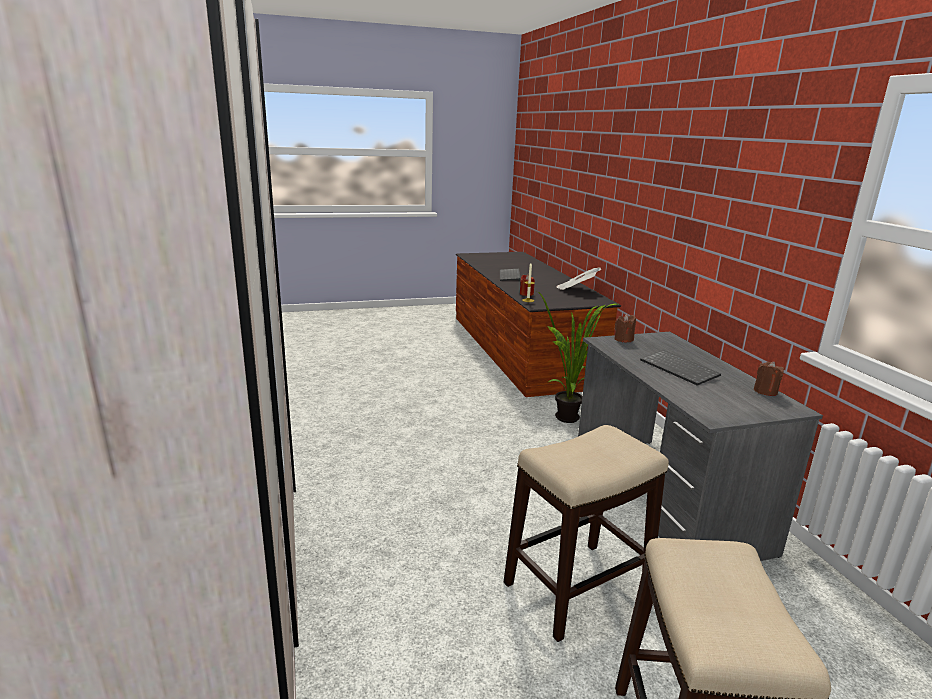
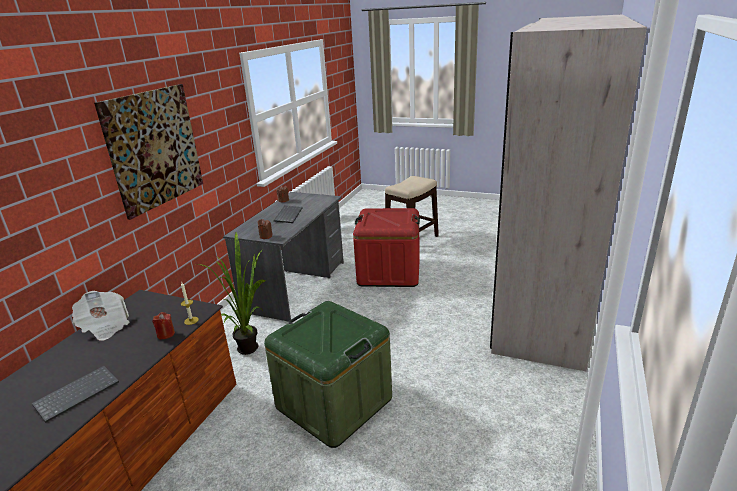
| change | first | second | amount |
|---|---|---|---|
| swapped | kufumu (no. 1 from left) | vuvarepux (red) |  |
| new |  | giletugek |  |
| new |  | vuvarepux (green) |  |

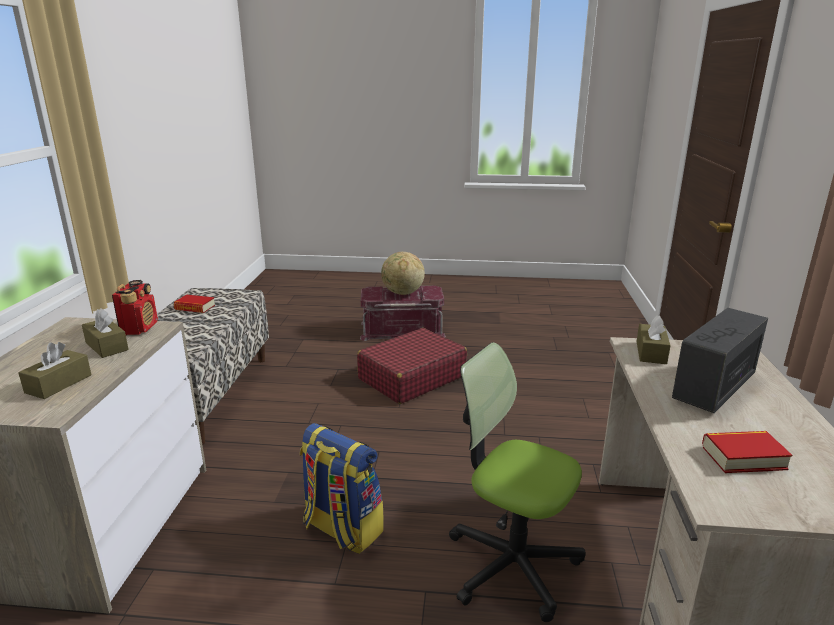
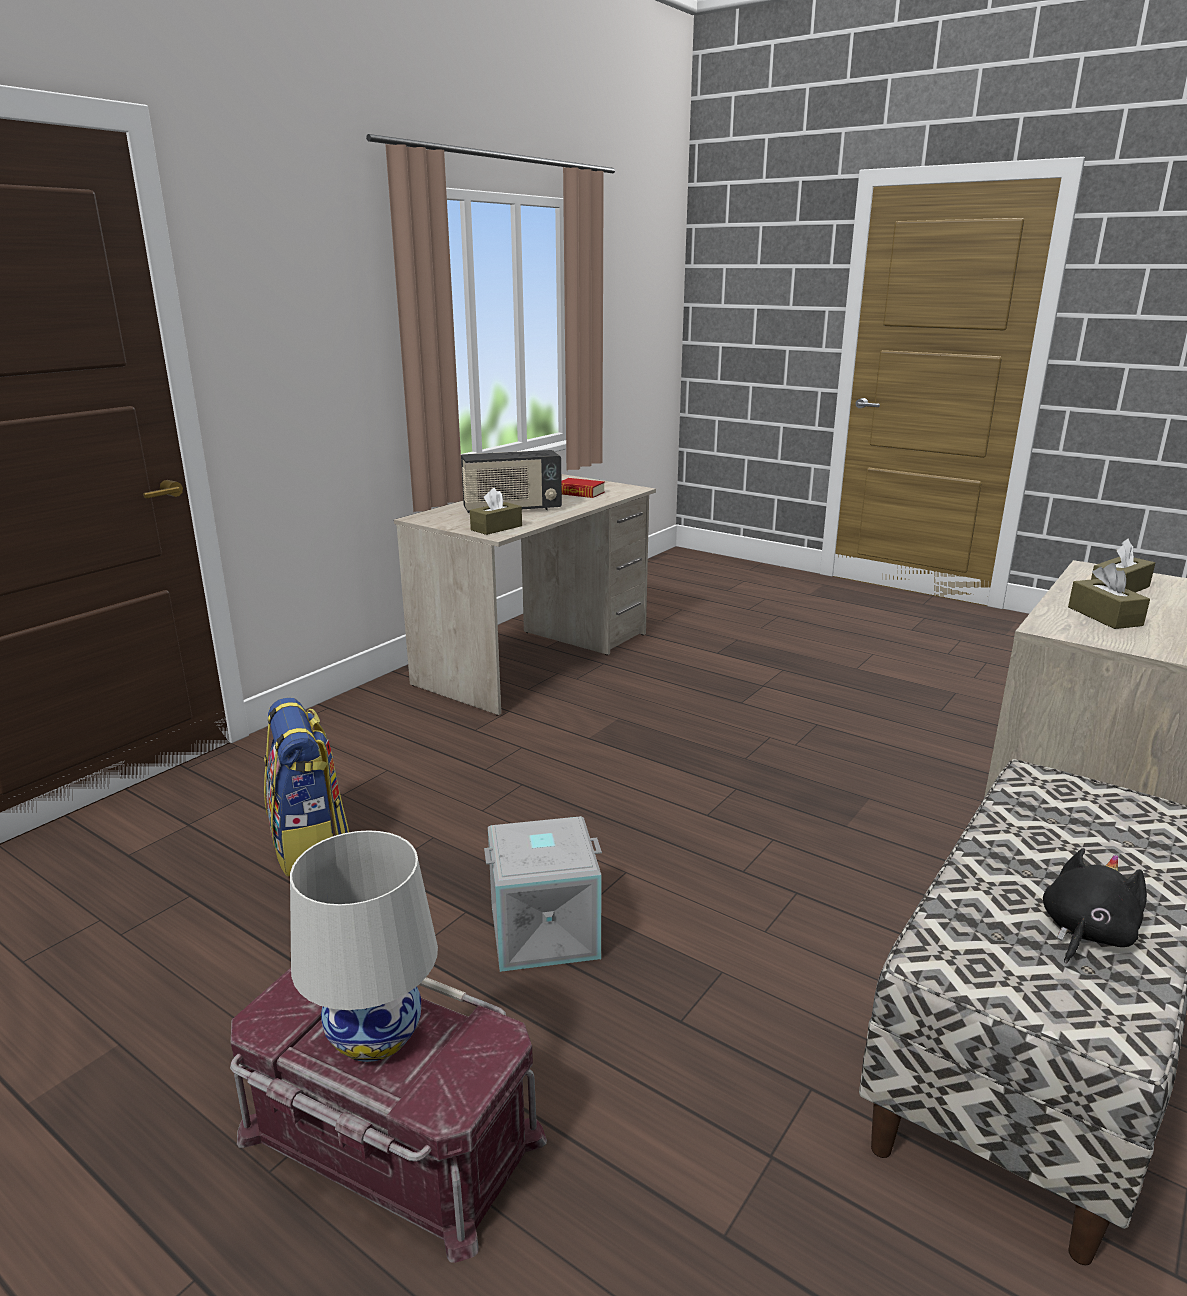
| change | first | second | amount |
|---|---|---|---|
| gone | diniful (no. 1 from left) |  |  |
| swapped | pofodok (no. 1 from left) | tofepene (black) |  |
| shifted | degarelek |  |  |
| swapped | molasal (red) | vuvarepux (grey) |  |
| swapped | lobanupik | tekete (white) |  |
| gone | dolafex |  |  |

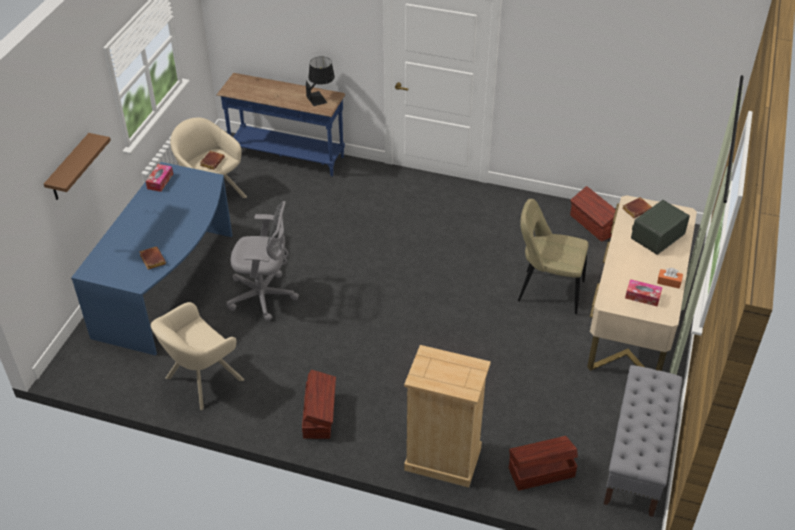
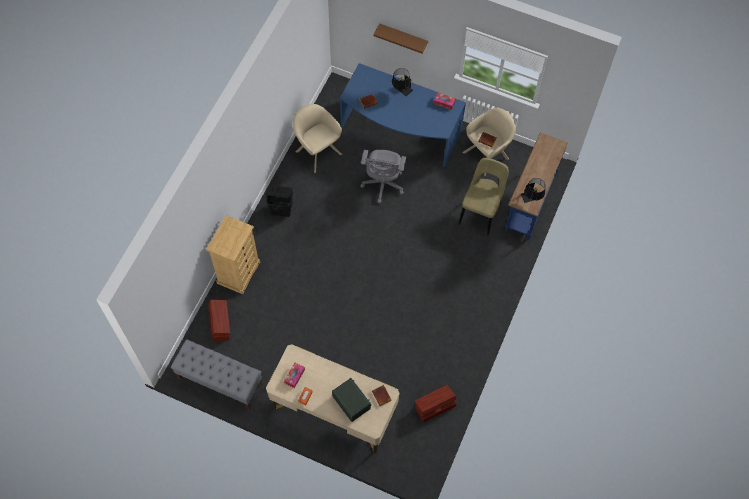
| change | first | second | amount |
|---|---|---|---|
| swapped | vuvarepux (brown) (no. 1 from left) | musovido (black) |  |
| shifted | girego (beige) |  |  |
| new |  | tekete (black) (no. 1 from left) |  |

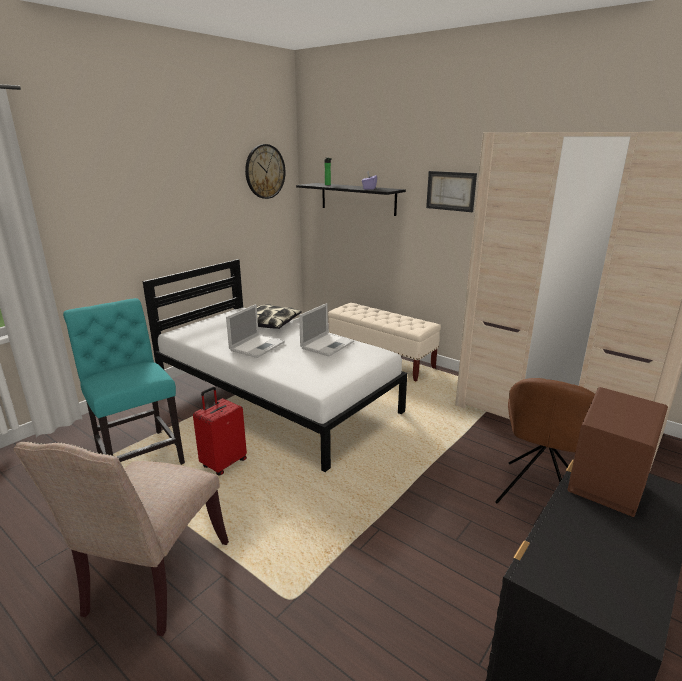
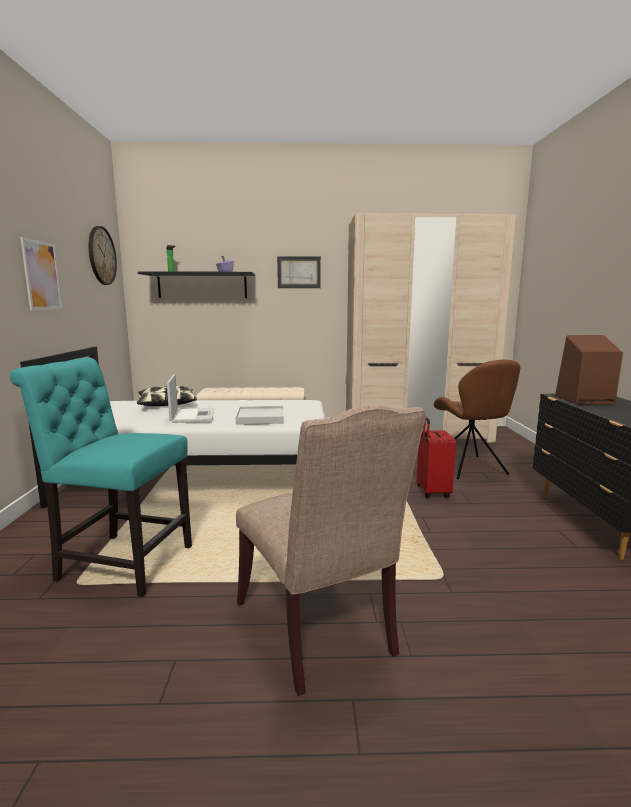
| change | first | second | amount |
|---|---|---|---|
| shifted | molasal (red) |  |  |
| gone | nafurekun (no. 2 from left) |  |  |
| new |  | giletugek (no. 1 from left) |  |
| new |  | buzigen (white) |  |

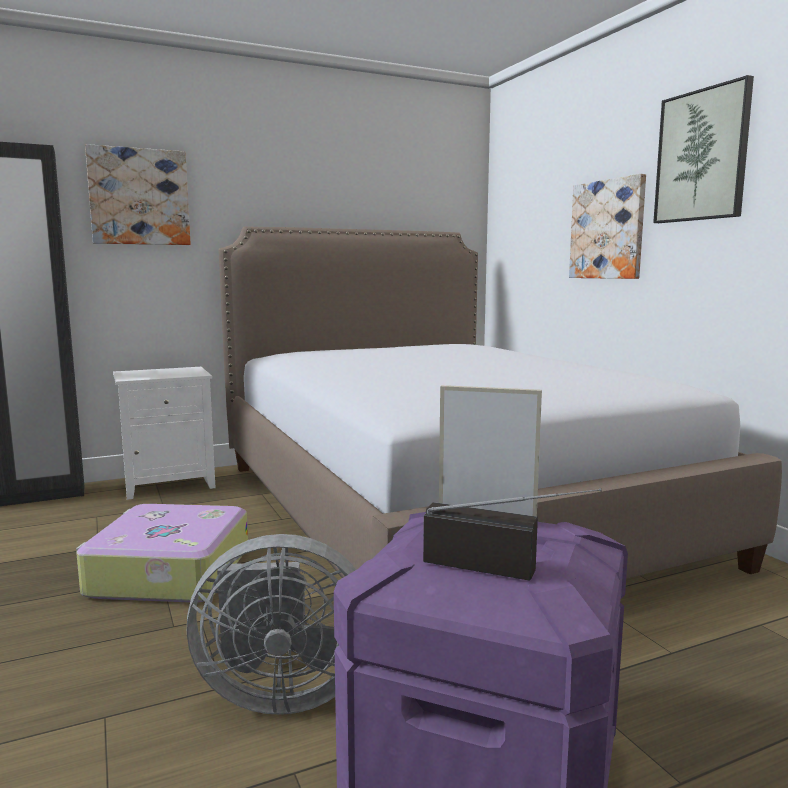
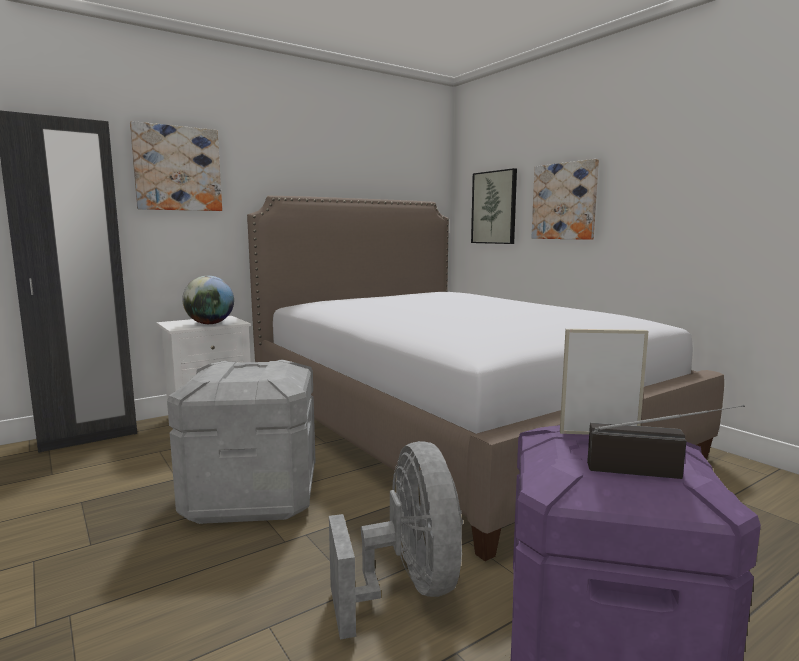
| change | first | second | amount |
|---|---|---|---|
| swapped | molasal | vuvarepux (grey) |  |
| rotated | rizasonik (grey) |  | 90 degrees counterclockwise |
| shifted | giletugek (no. 3 from left in the first image) | giletugek (no. 2 from left) |  |
| new |  | lobanupik |  |

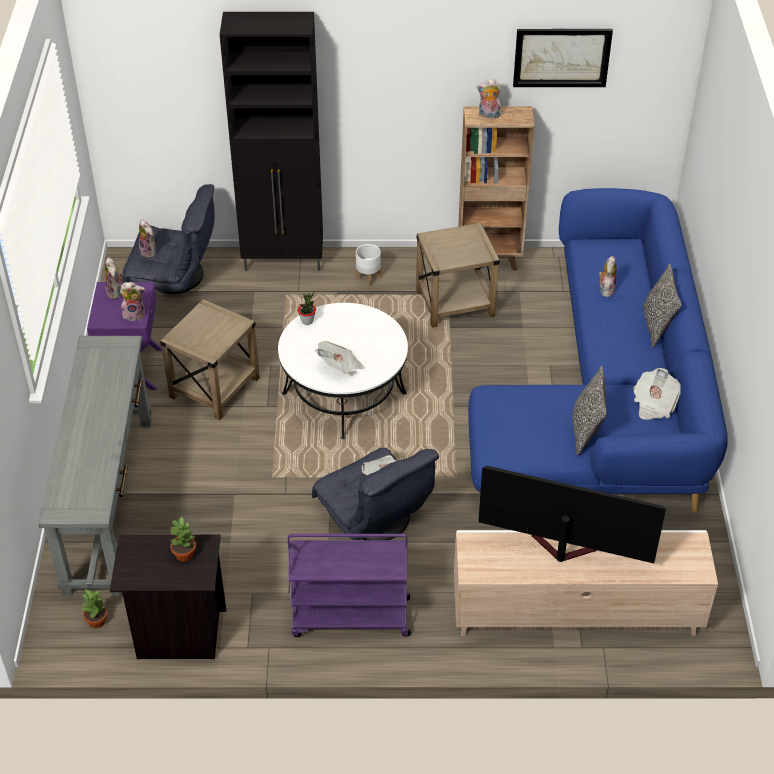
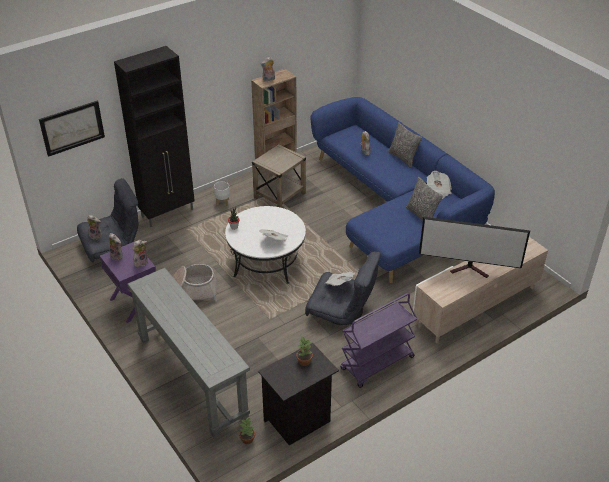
| change | first | second | amount |
|---|---|---|---|
| swapped | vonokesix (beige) (no. 1 from left) | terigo |  |
| rotated | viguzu |  | 150 degrees counterclockwise |
| shifted | giletugek |  |  |

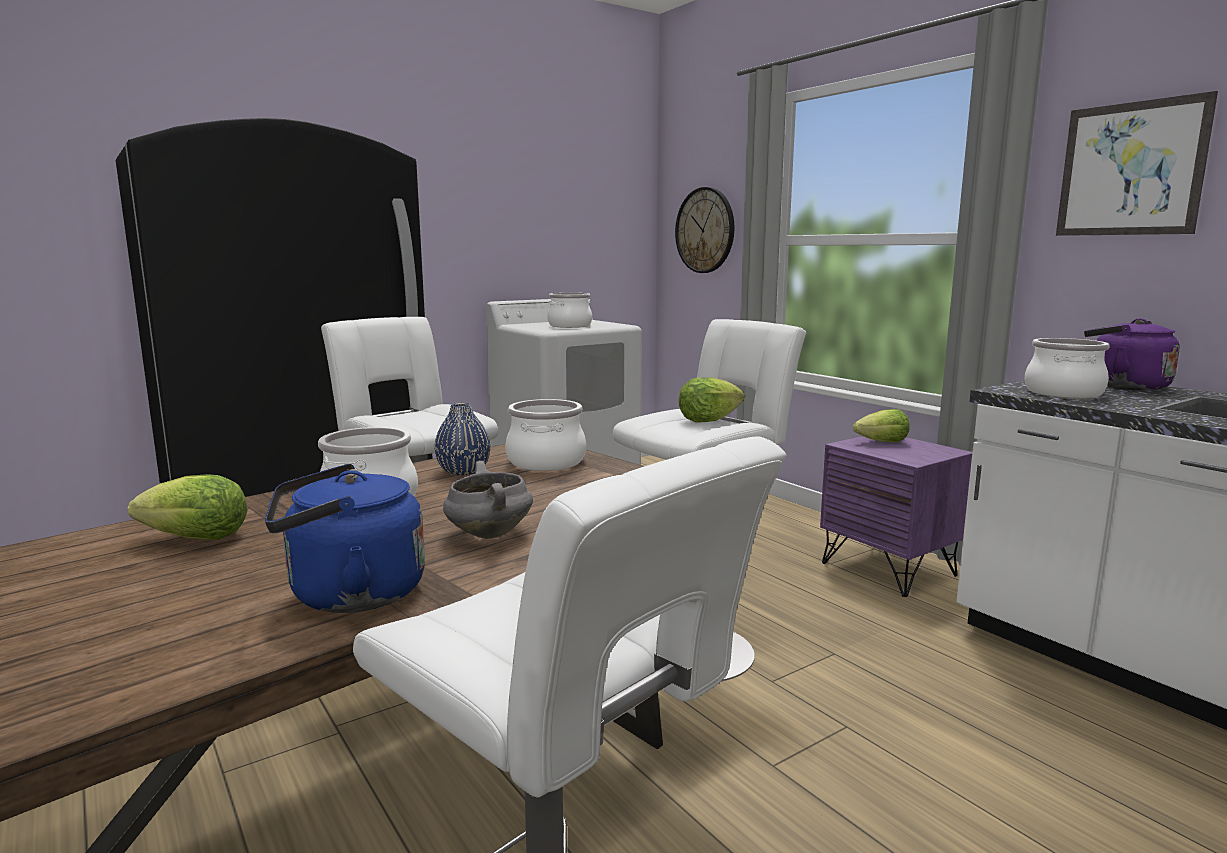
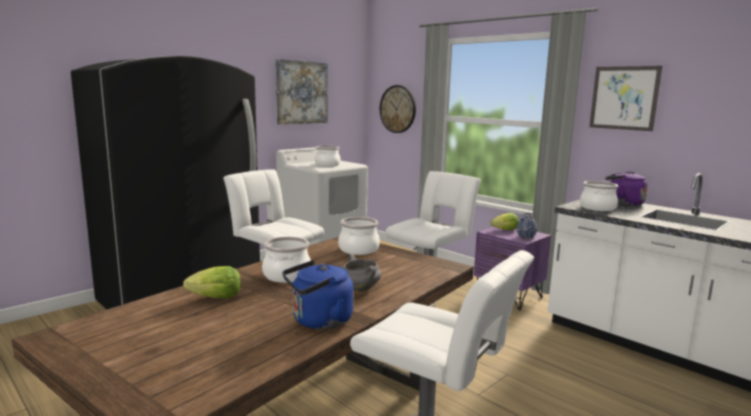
| change | first | second | amount |
|---|---|---|---|
| shifted | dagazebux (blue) |  |  |
| gone | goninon (no. 2 from left) |  |  |
| new |  | giletugek (no. 1 from left) |  |

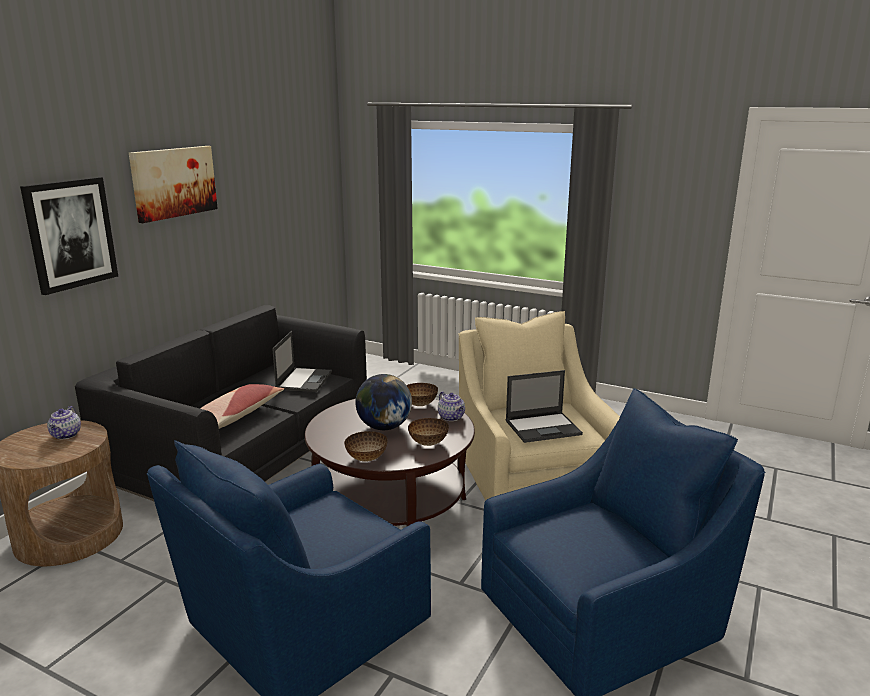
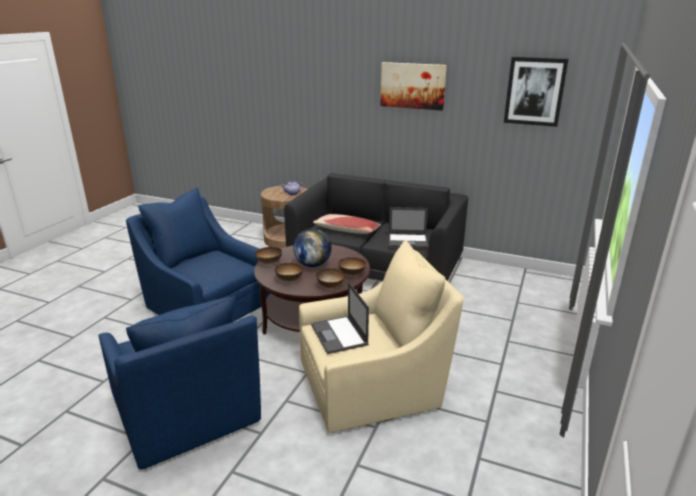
| change | first | second | amount |
|---|---|---|---|
| shifted | giletugek (no. 1 from left in the first image) | giletugek (no. 2 from left) |  |
| swapped | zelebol (no. 2 from left) | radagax (no. 3 from left) |  |

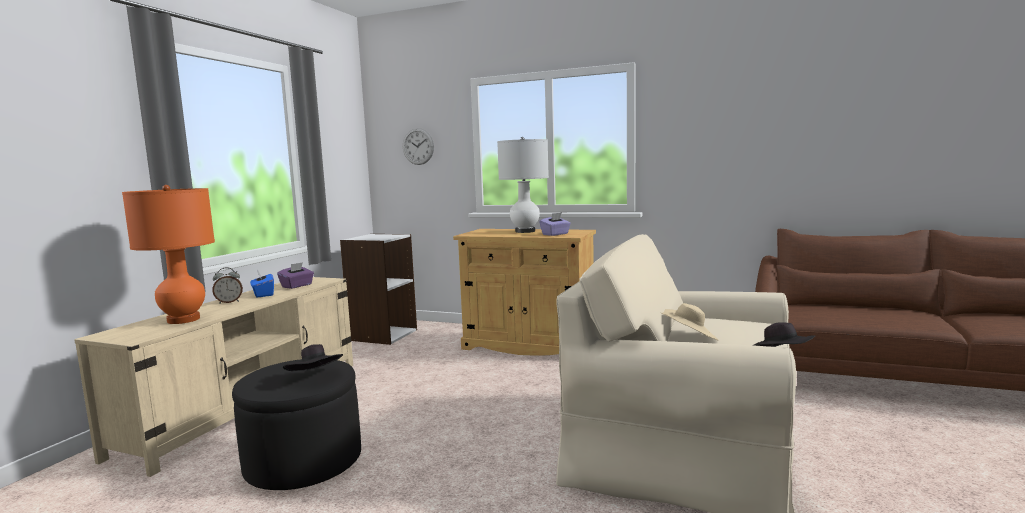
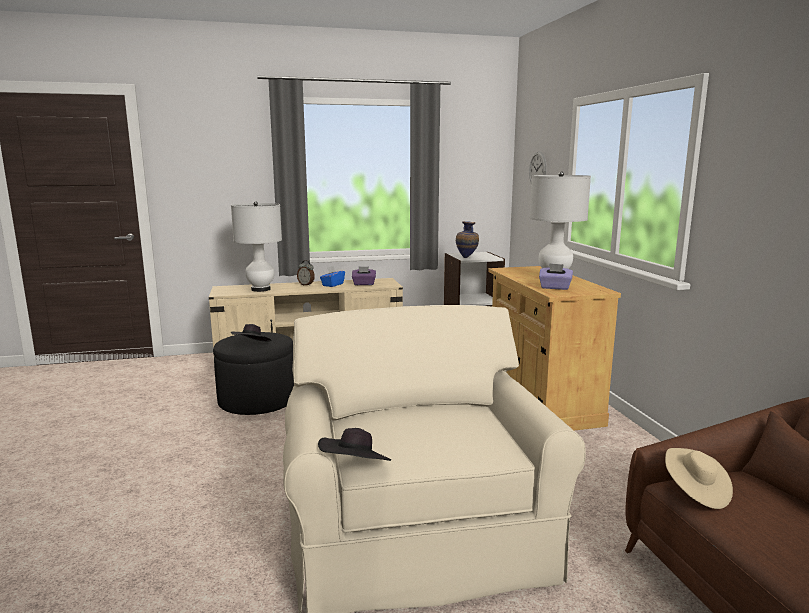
| change | first | second | amount |
|---|---|---|---|
| repainted | tekete (orange) | tekete (white) (no. 1 from left) |  |
| shifted | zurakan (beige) |  |  |
| new |  | dagazebux |  |

